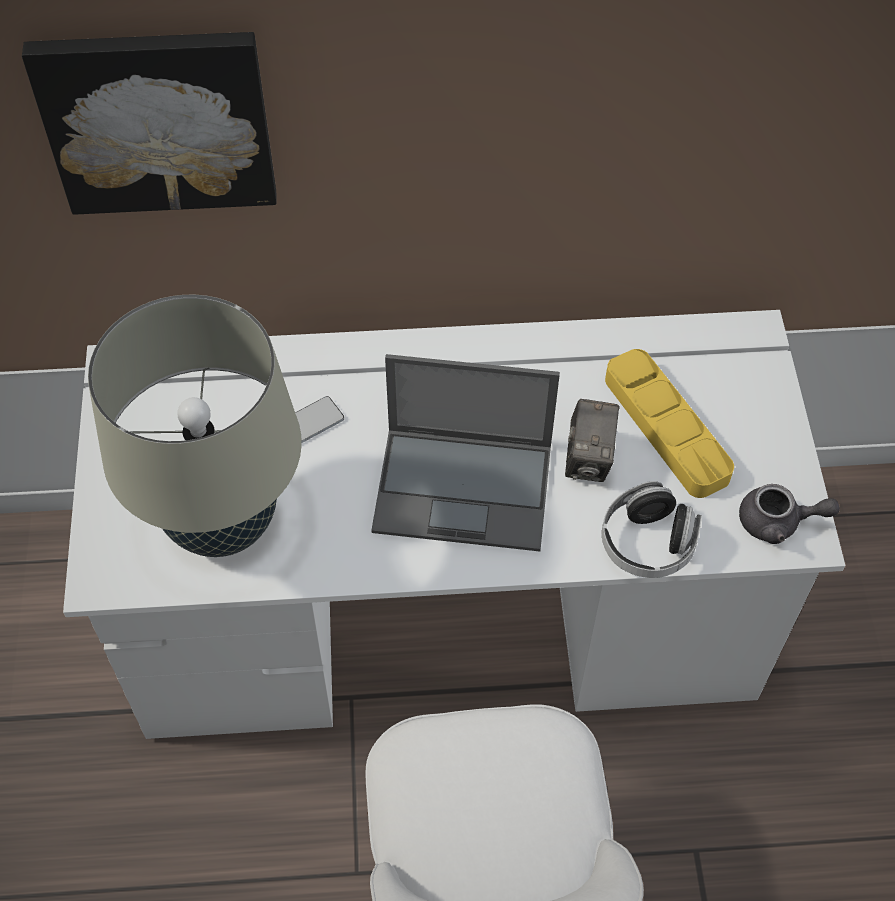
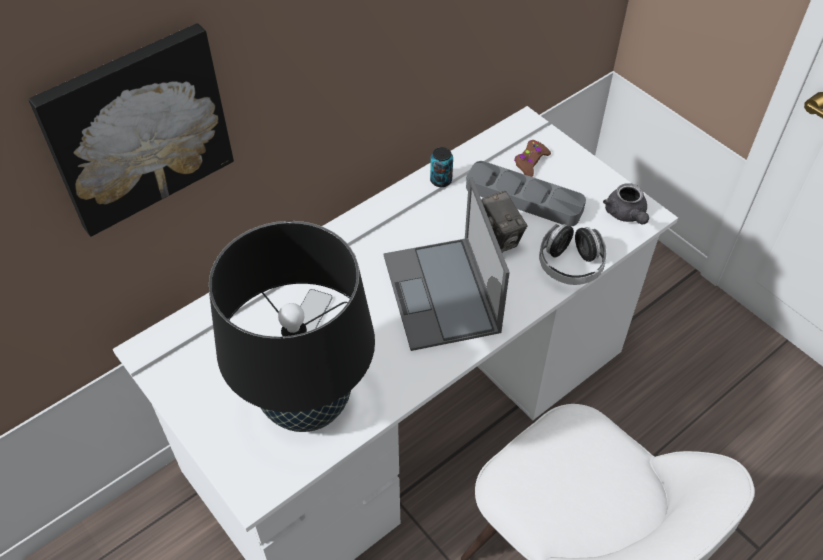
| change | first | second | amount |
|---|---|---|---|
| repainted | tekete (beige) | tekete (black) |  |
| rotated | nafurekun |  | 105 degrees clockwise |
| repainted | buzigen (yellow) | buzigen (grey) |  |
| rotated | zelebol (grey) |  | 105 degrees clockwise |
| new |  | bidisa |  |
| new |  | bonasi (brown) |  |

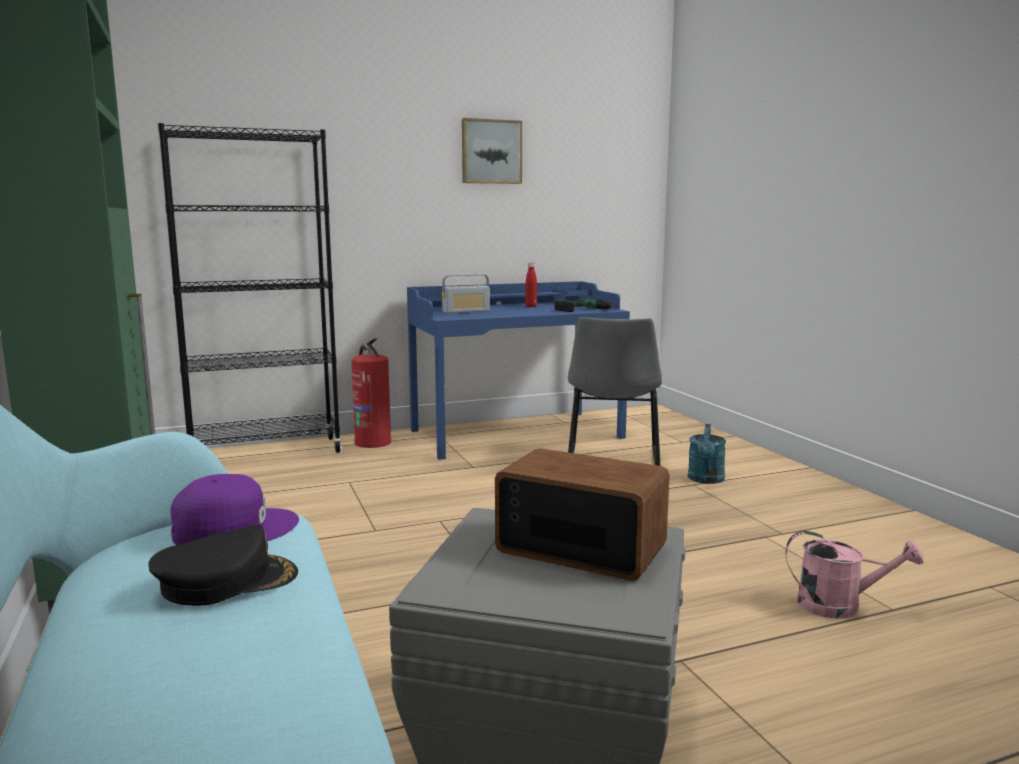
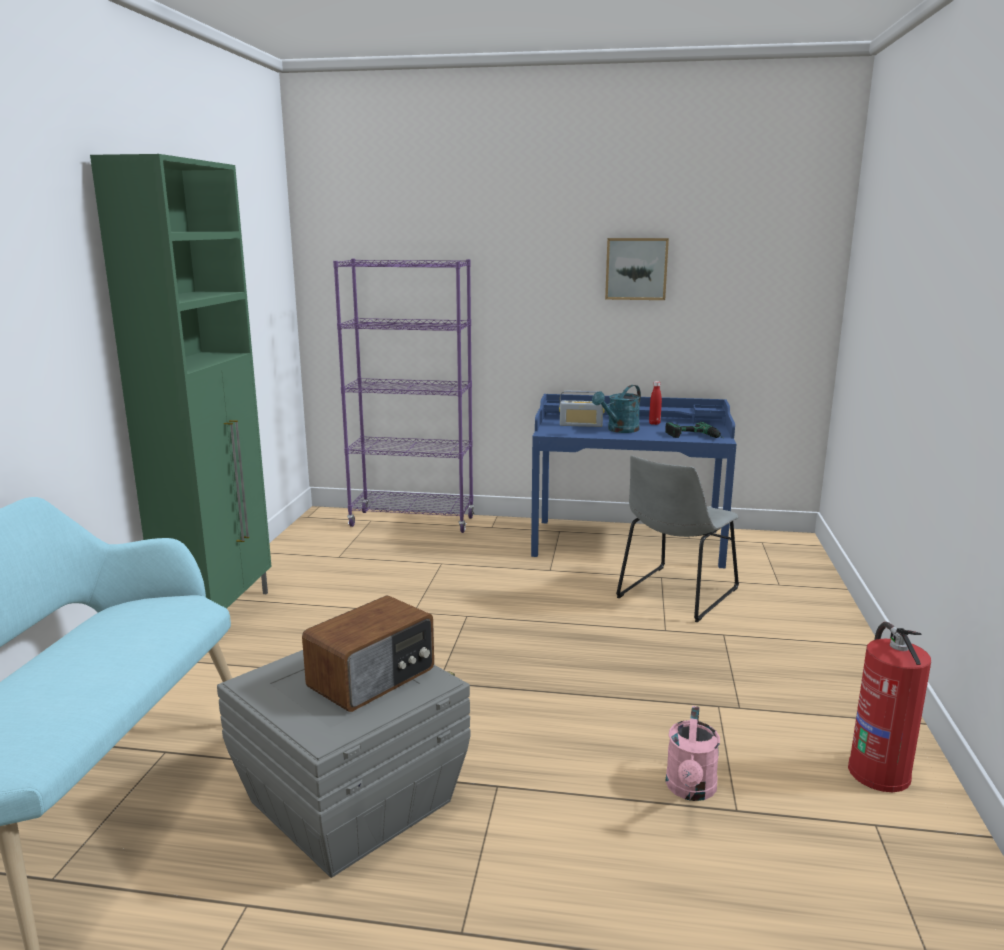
| change | first | second | amount |
|---|---|---|---|
| gone | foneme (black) |  |  |
| repainted | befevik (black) | befevik (purple) |  |
| gone | foneme (purple) |  |  |
| shifted | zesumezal |  |  |
| rotated | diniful (no. 2 from left in the first image) | diniful (no. 1 from left) | 75 degrees clockwise |
| shifted | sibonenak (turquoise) |  |  |
| rotated | sibonenak (pink) |  | 60 degrees clockwise |

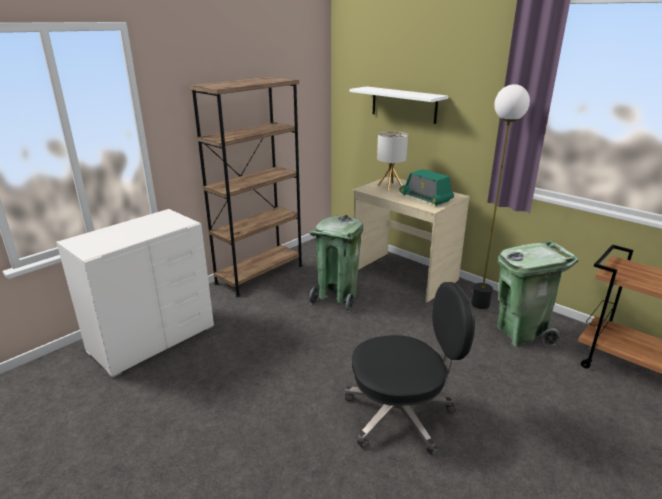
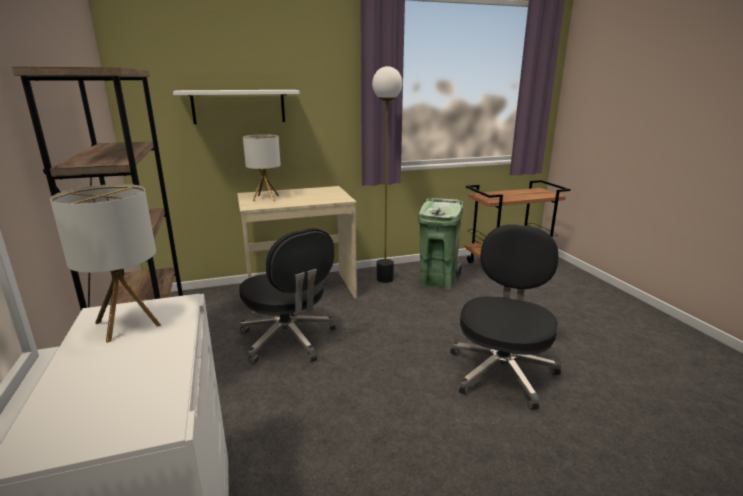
| change | first | second | amount |
|---|---|---|---|
| swapped | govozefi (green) (no. 1 from left) | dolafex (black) (no. 1 from left) |  |
| gone | diniful |  |  |
| new |  | tekete (no. 1 from left) |  |

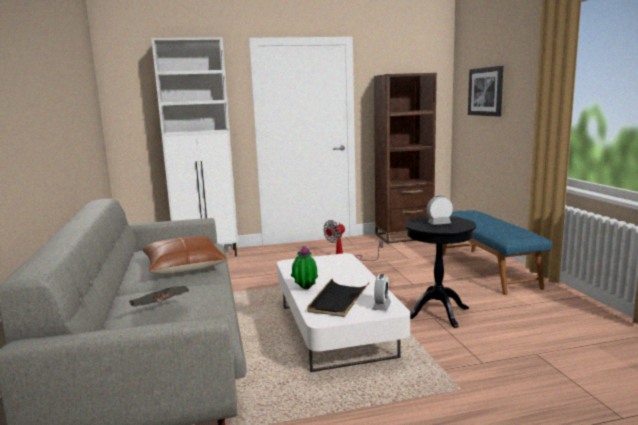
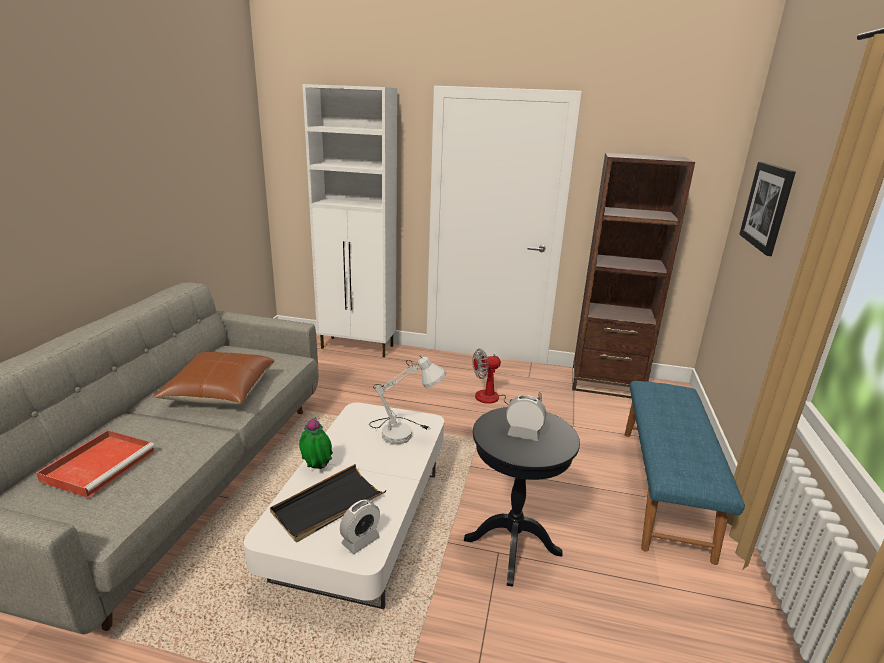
| change | first | second | amount |
|---|---|---|---|
| swapped | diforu | buzigen (red) |  |
| new |  | tekete (white) |  |

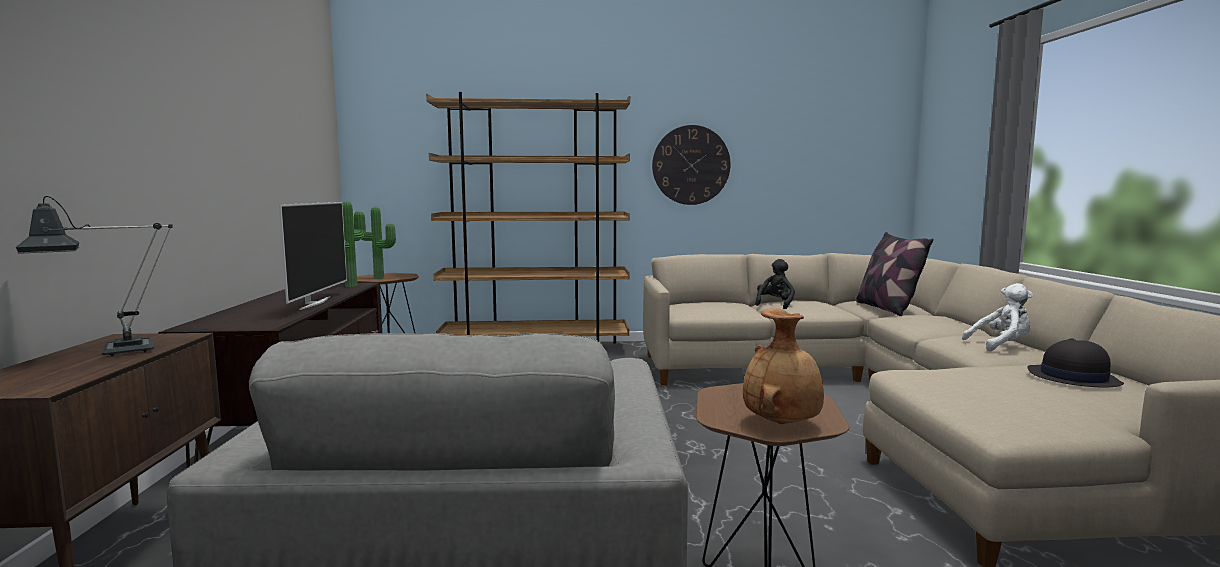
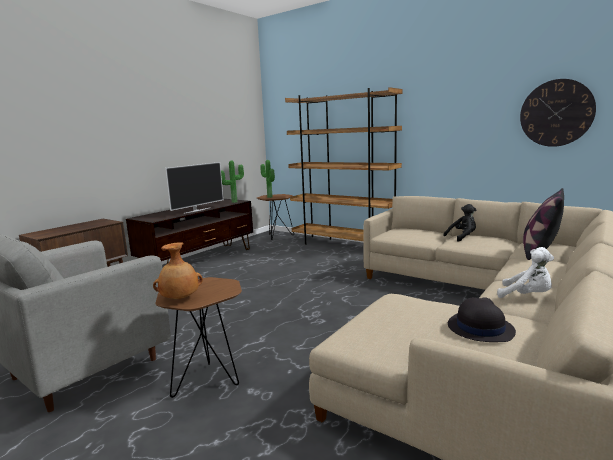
| change | first | second | amount |
|---|---|---|---|
| gone | tekete |  |  |
| shifted | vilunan |  |  |

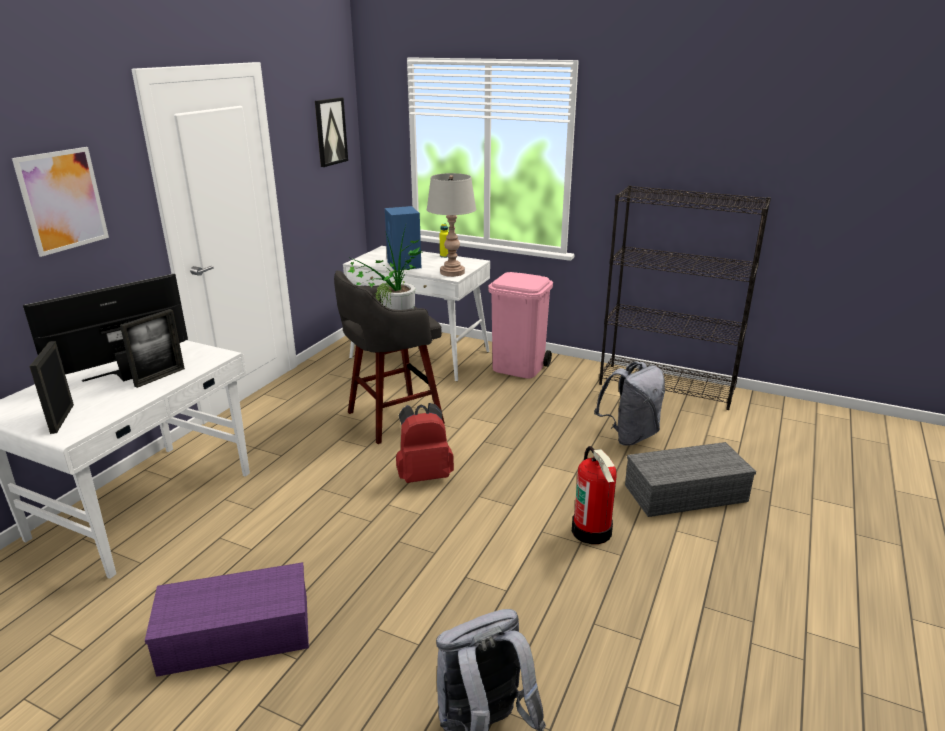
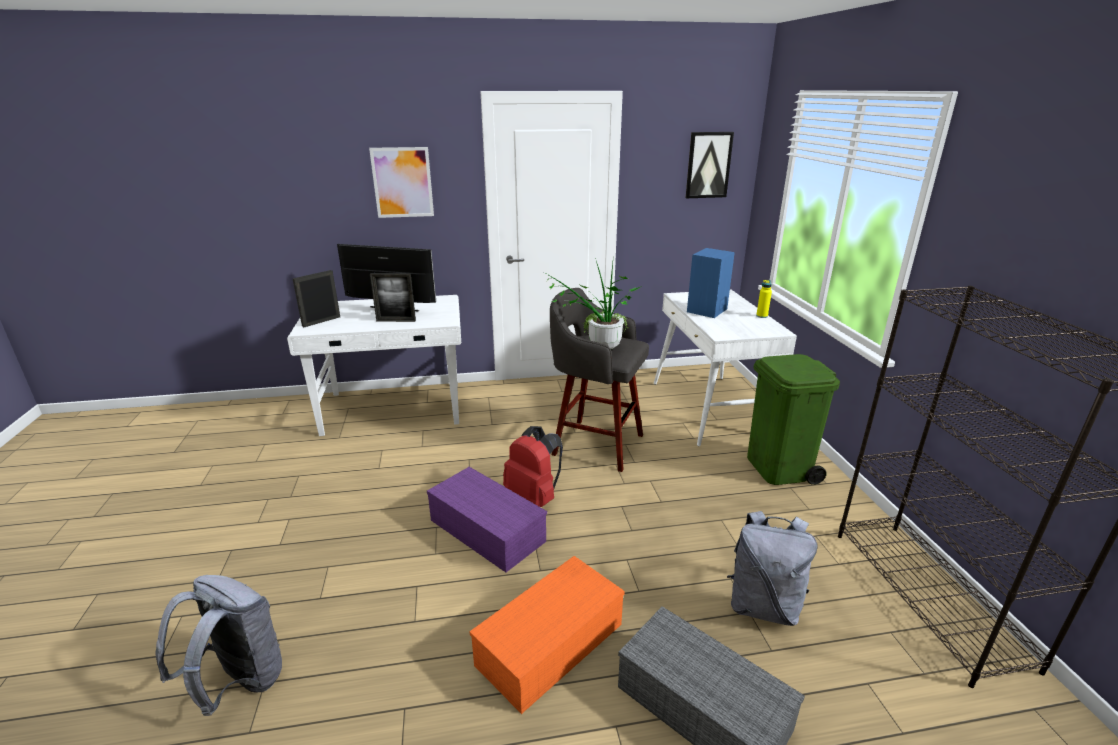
| change | first | second | amount |
|---|---|---|---|
| shifted | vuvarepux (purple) |  |  |
| gone | tekete (grey) |  |  |
| repainted | govozefi (pink) | govozefi (green) |  |
| swapped | zesumezal | vuvarepux (orange) |  |

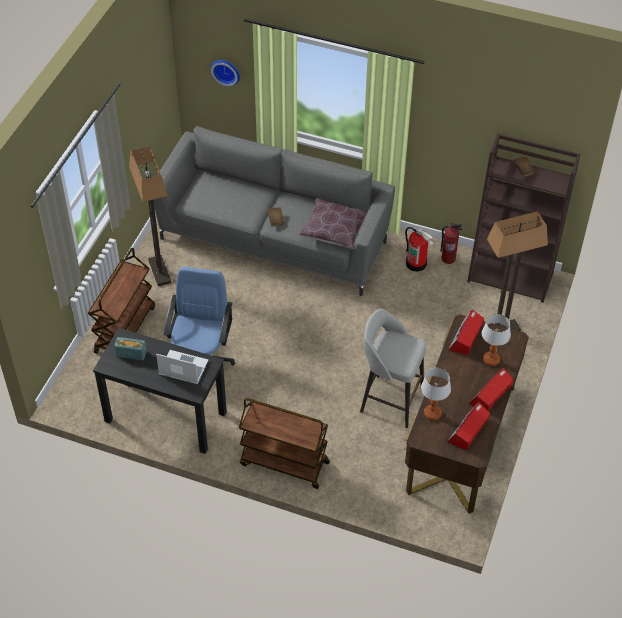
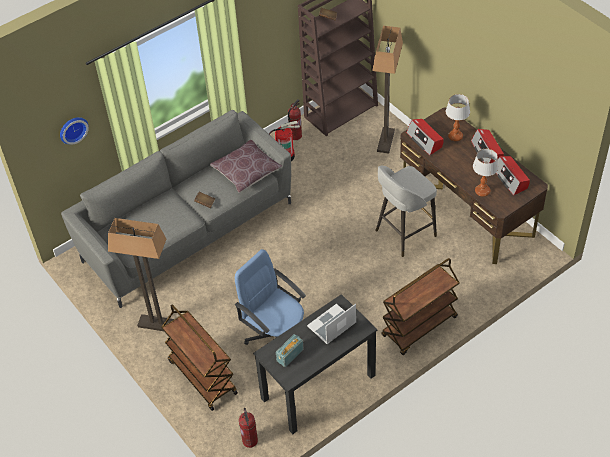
| change | first | second | amount |
|---|---|---|---|
| new |  | zesumezal (no. 1 from left) |  |

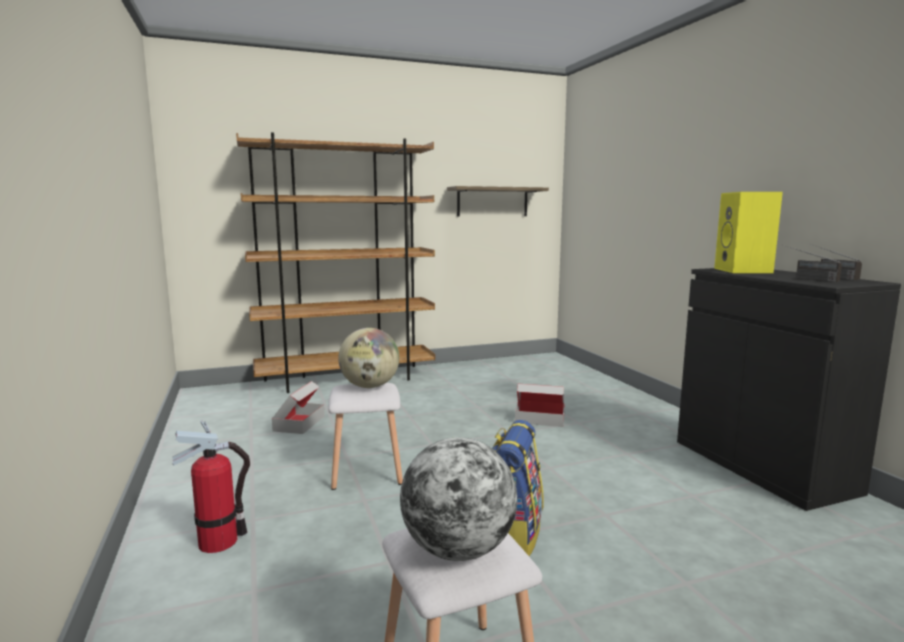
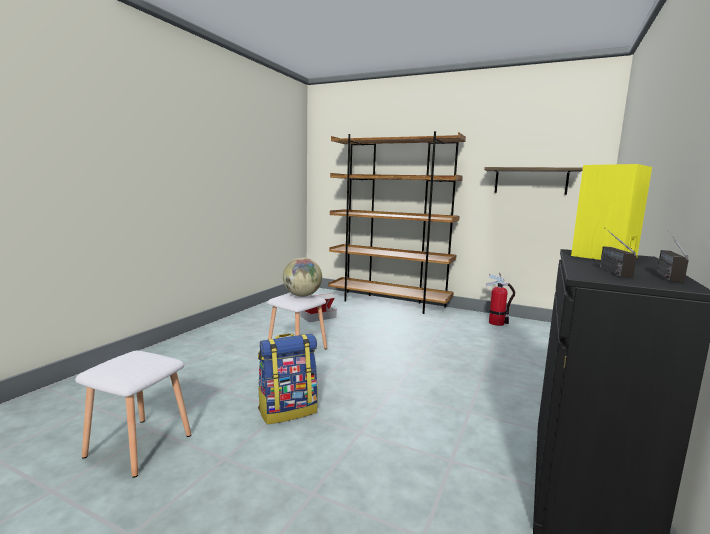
| change | first | second | amount |
|---|---|---|---|
| shifted | zesumezal |  |  |
| gone | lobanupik (no. 2 from left) |  |  |
| gone | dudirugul (no. 2 from left) |  |  |

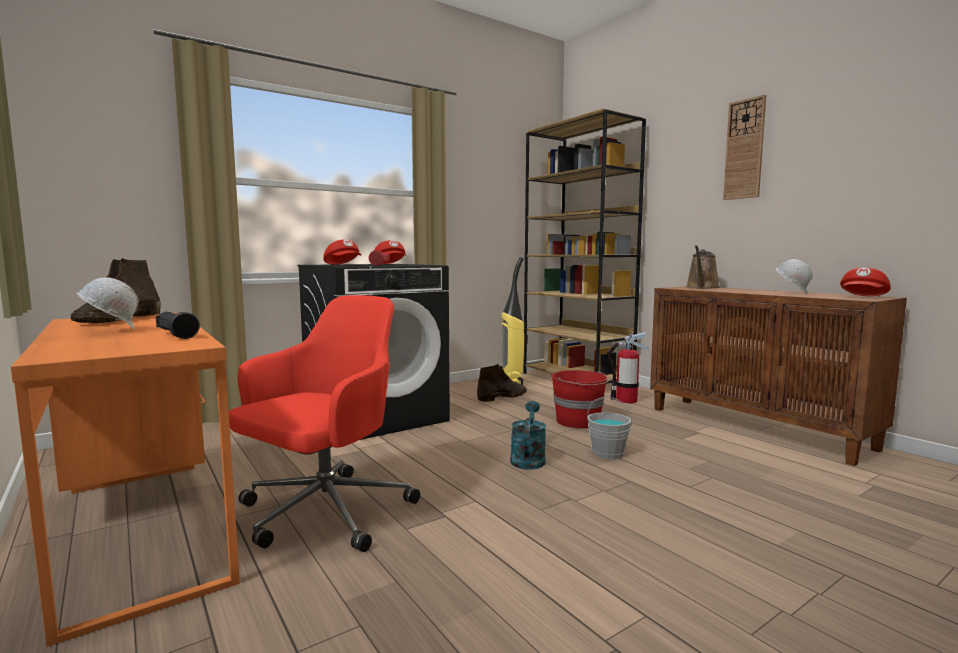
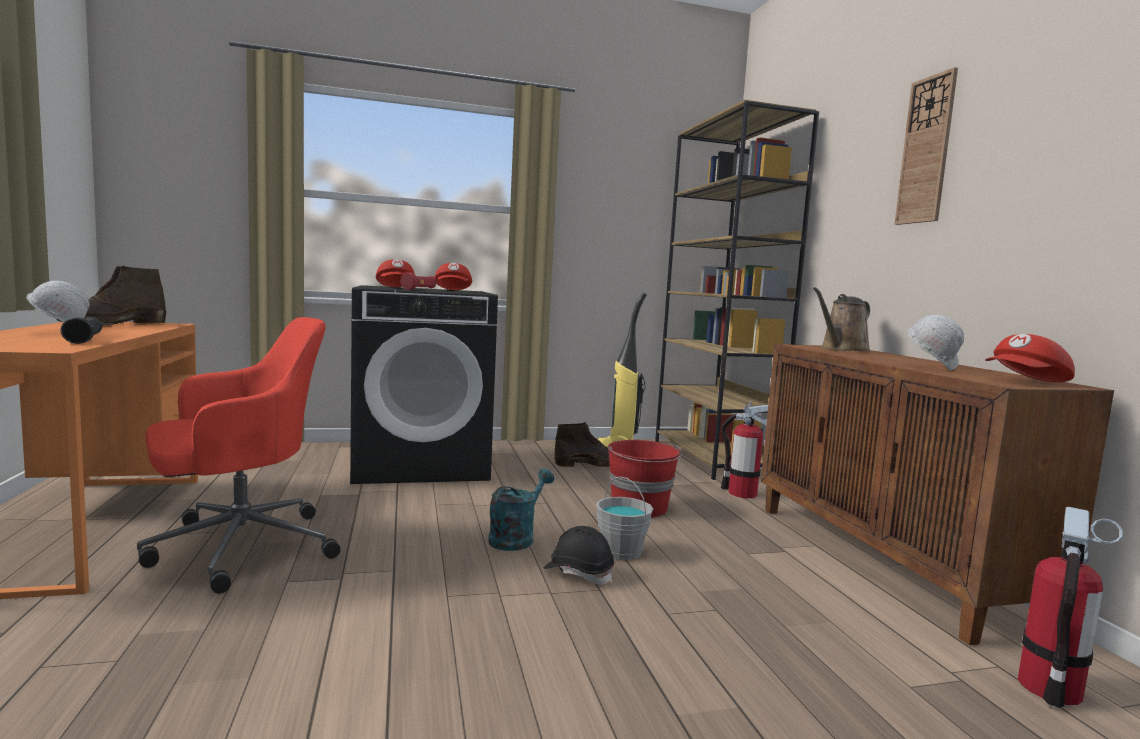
| change | first | second | amount |
|---|---|---|---|
| new |  | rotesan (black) |  |
| new |  | zesumezal (no. 2 from left) |  |

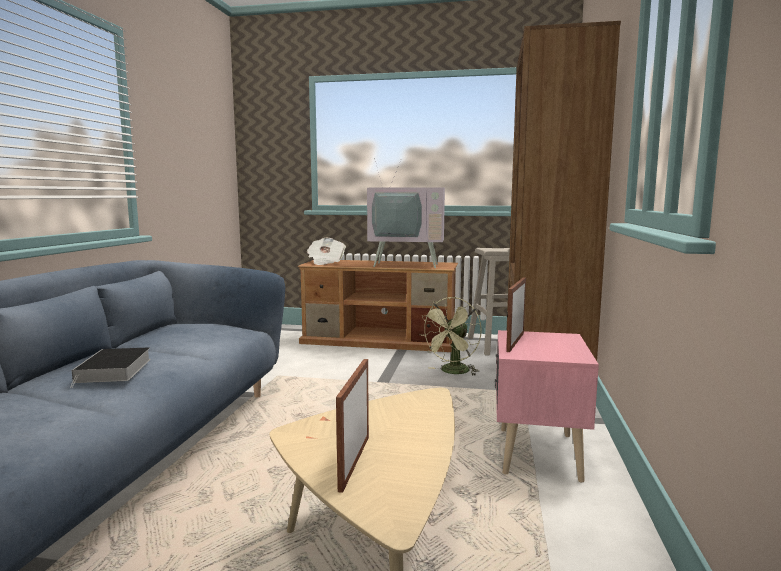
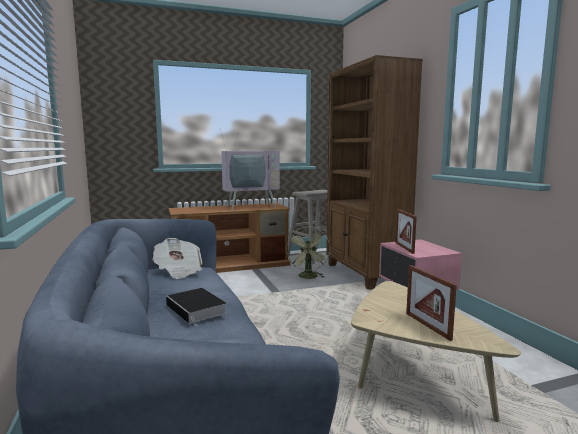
| change | first | second | amount |
|---|---|---|---|
| shifted | diforu |  |  |

